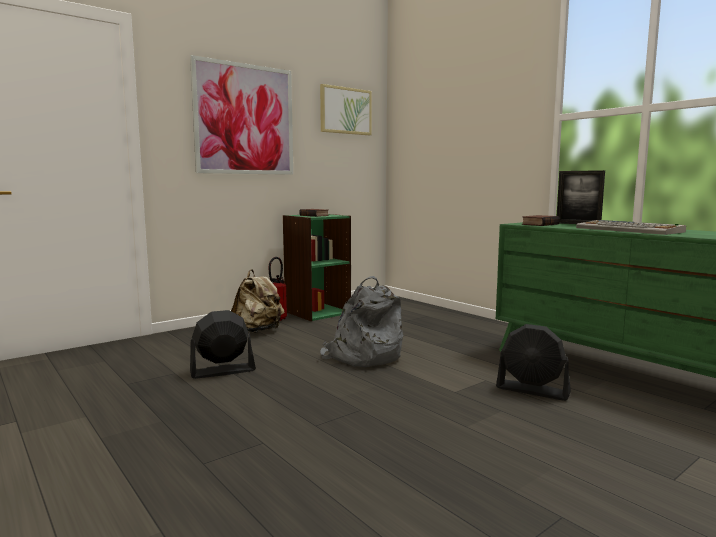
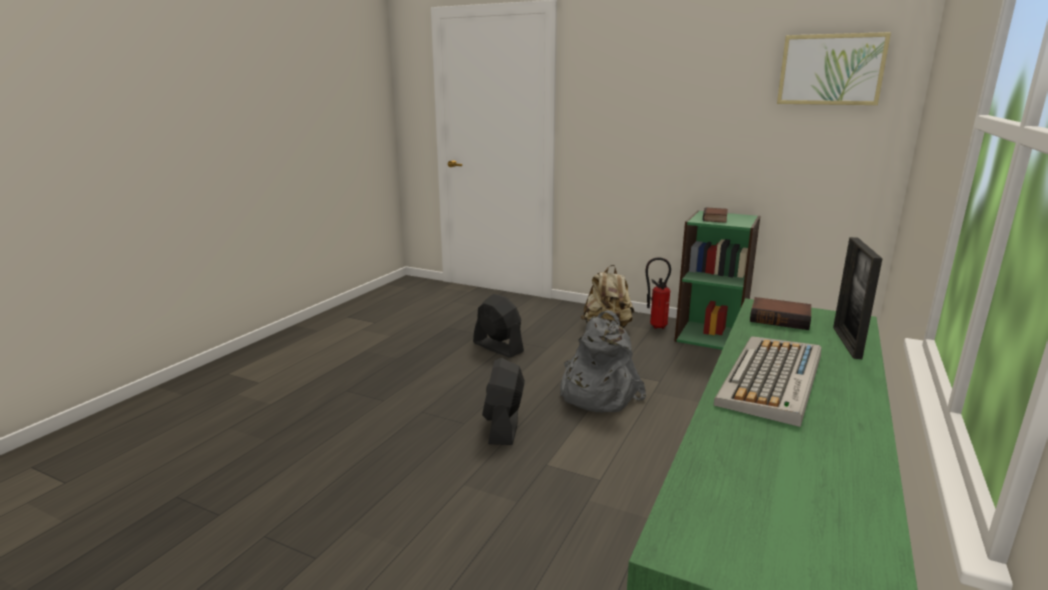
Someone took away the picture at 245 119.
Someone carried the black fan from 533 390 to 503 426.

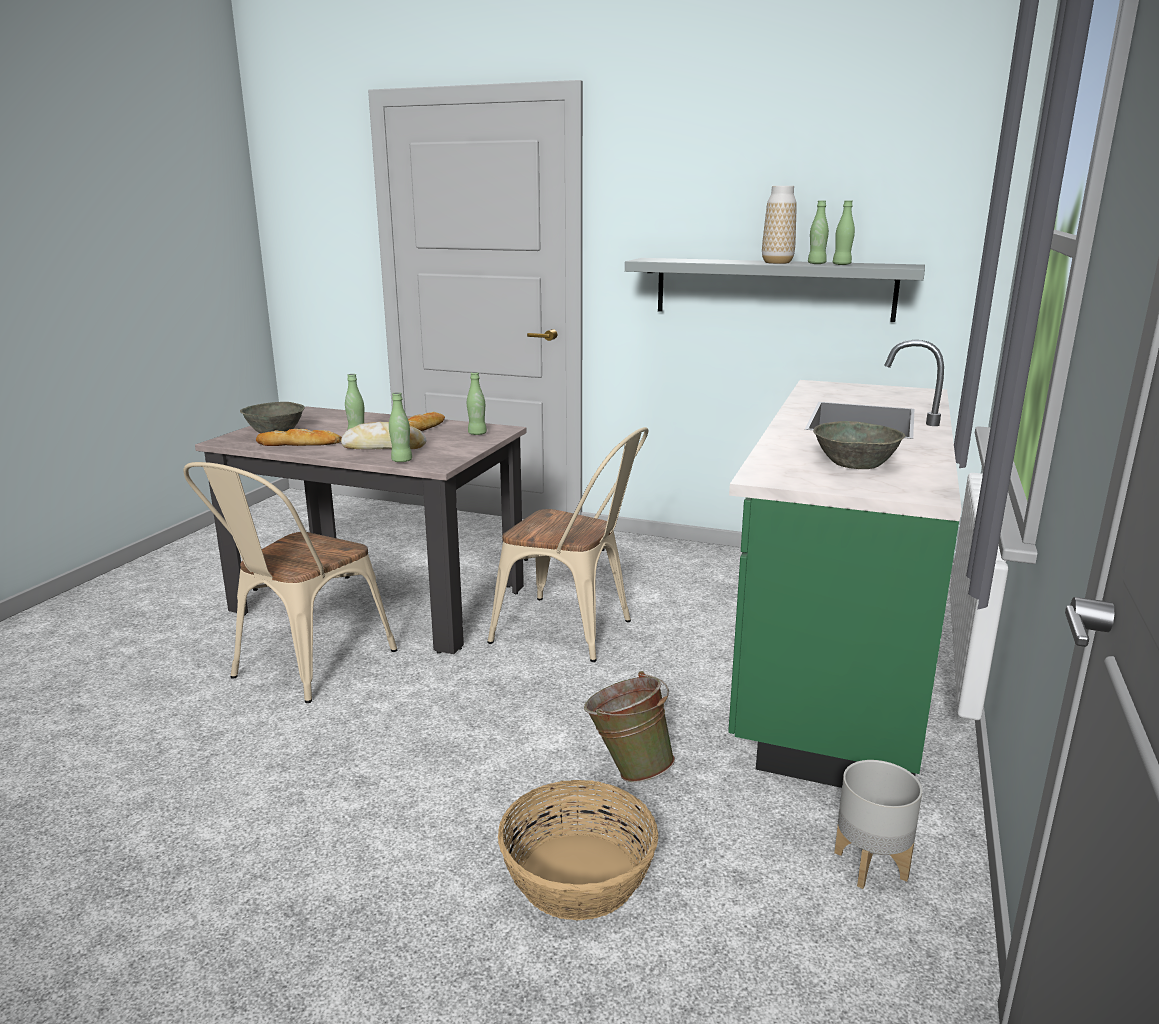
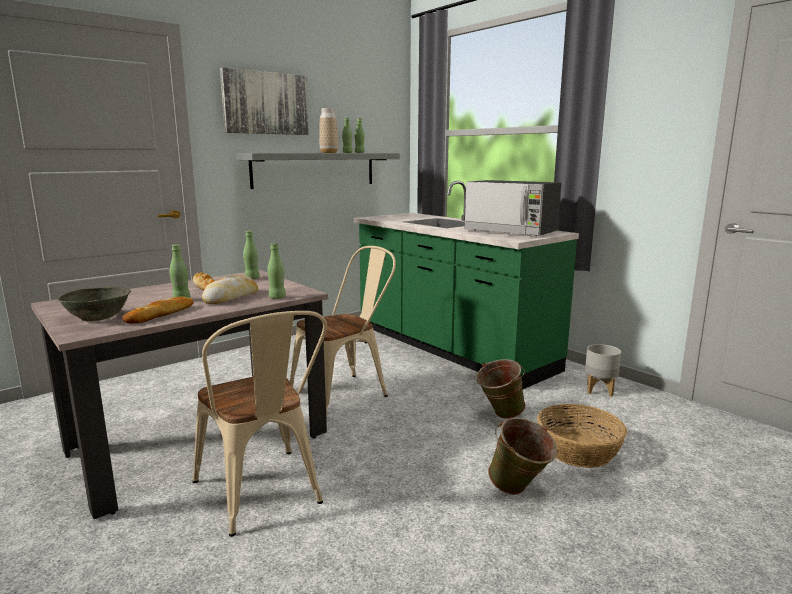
Someone swapped the grey bowl at 856 464 for the microwave at 511 231.
Someone put up the picture at 265 103.
Someone put down the green bucket at 519 491.

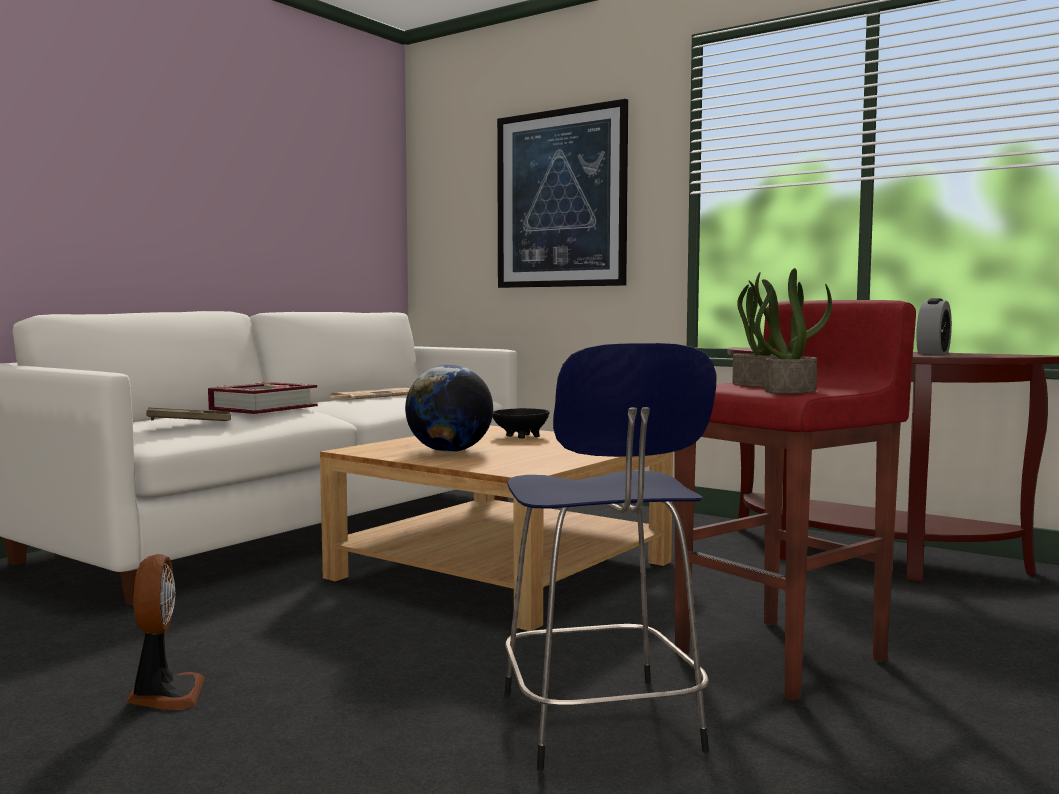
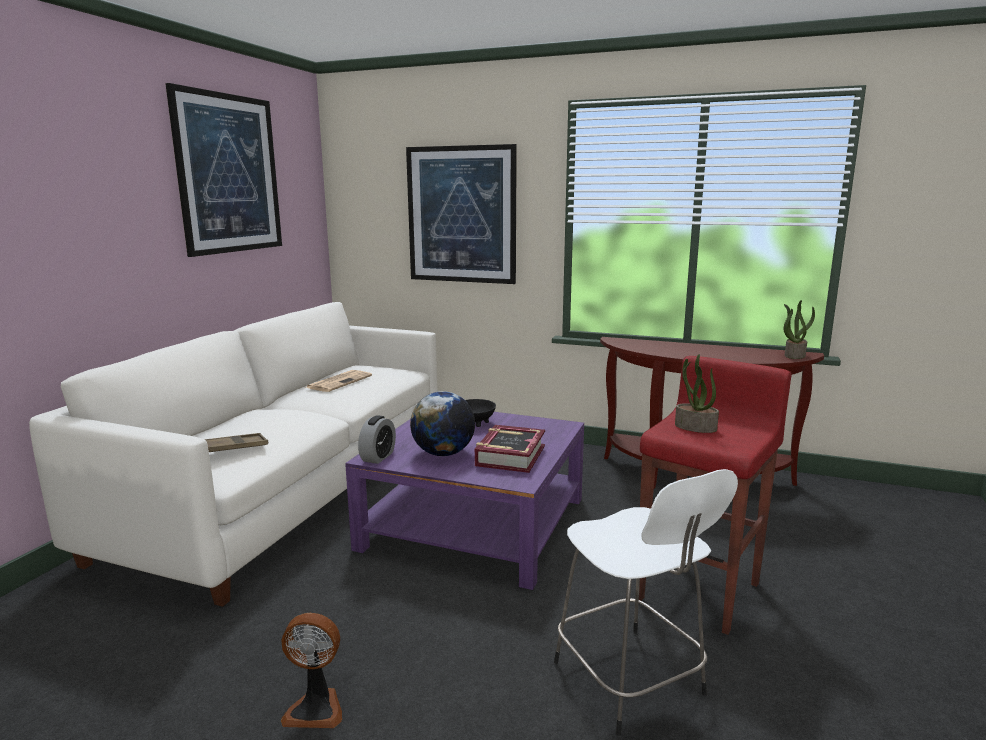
Someone carried the potted plant from 790 391 to 794 355.
Someone carried the alarm clock from 933 353 to 378 457.
Someone repainted the blue stool at 601 725, which became the white stool at 631 681.
Someone carried the book from 263 408 to 510 456.
Someone repainted the beige coffee table at 502 570, which became the purple coffee table at 475 523.
Someone rotated the fan at 164 695 by 120 degrees clockwise.
Someone put up the picture at 229 174.

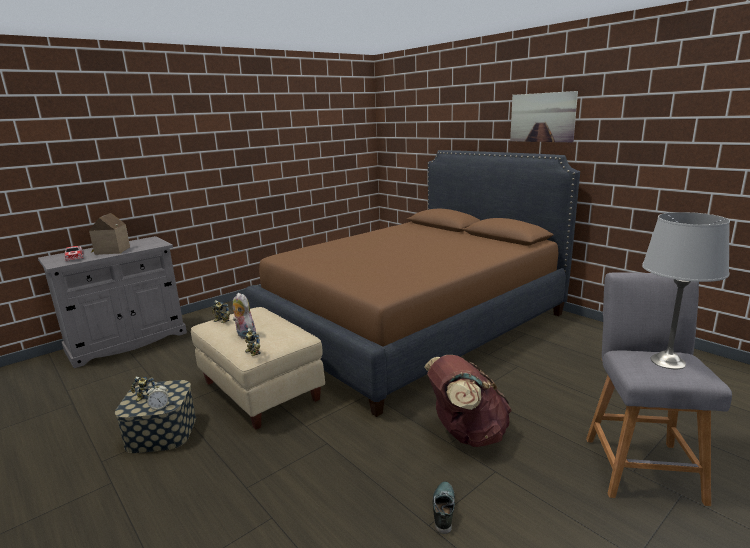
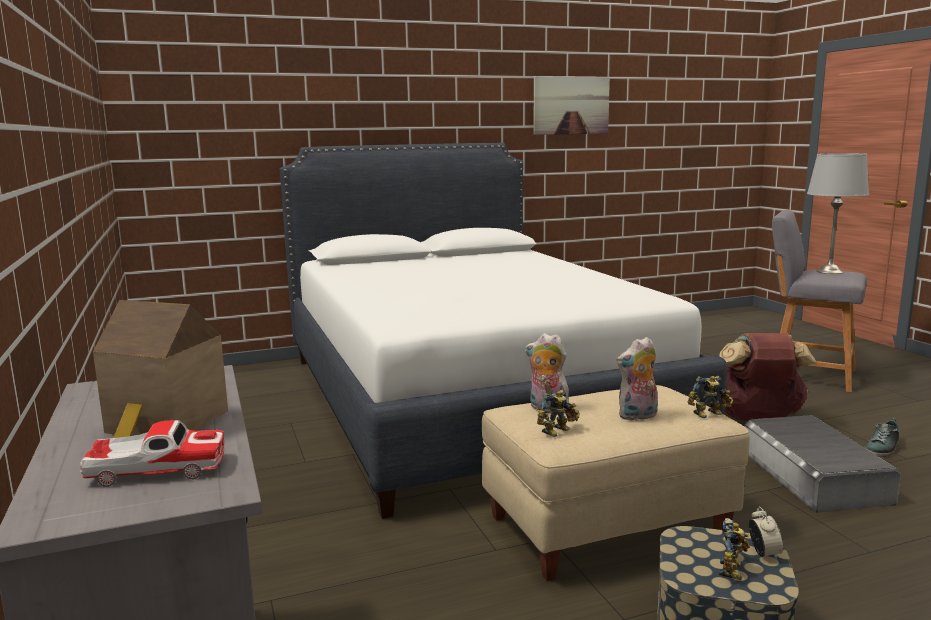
Someone carried the picture from 542 117 to 571 105.
Someone repainted the brown bed at 413 325, which became the white bed at 469 399.
Someone rotated the shoe at 443 509 by 75 degrees counterclockwise.
Someone put down the plush toy at 546 409.
Someone put down the grey storage box at 812 476.

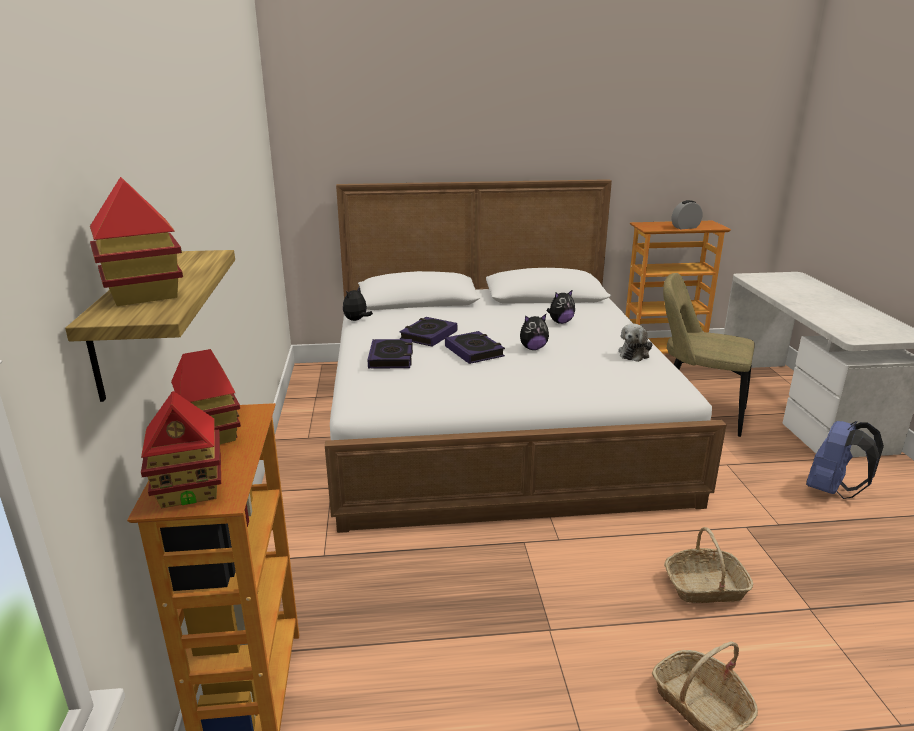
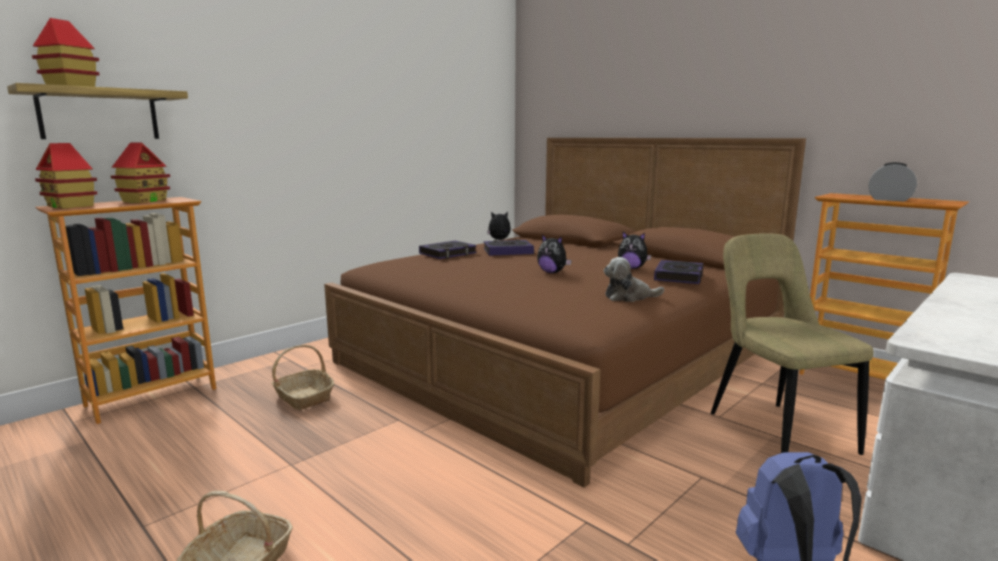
Someone repainted the white bed at 494 420, which became the brown bed at 560 356.
Someone carried the book from 474 351 to 679 277.
Someone carried the basket from 705 587 to 303 397.

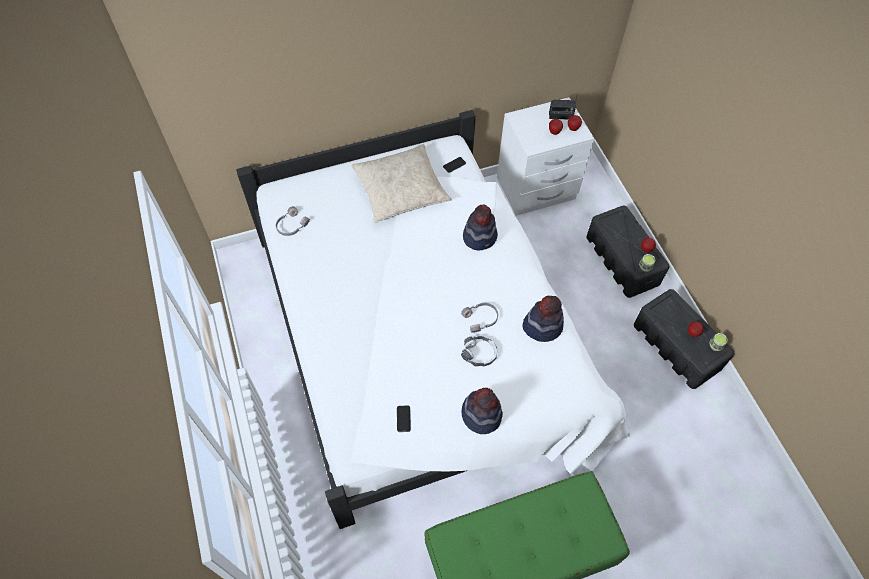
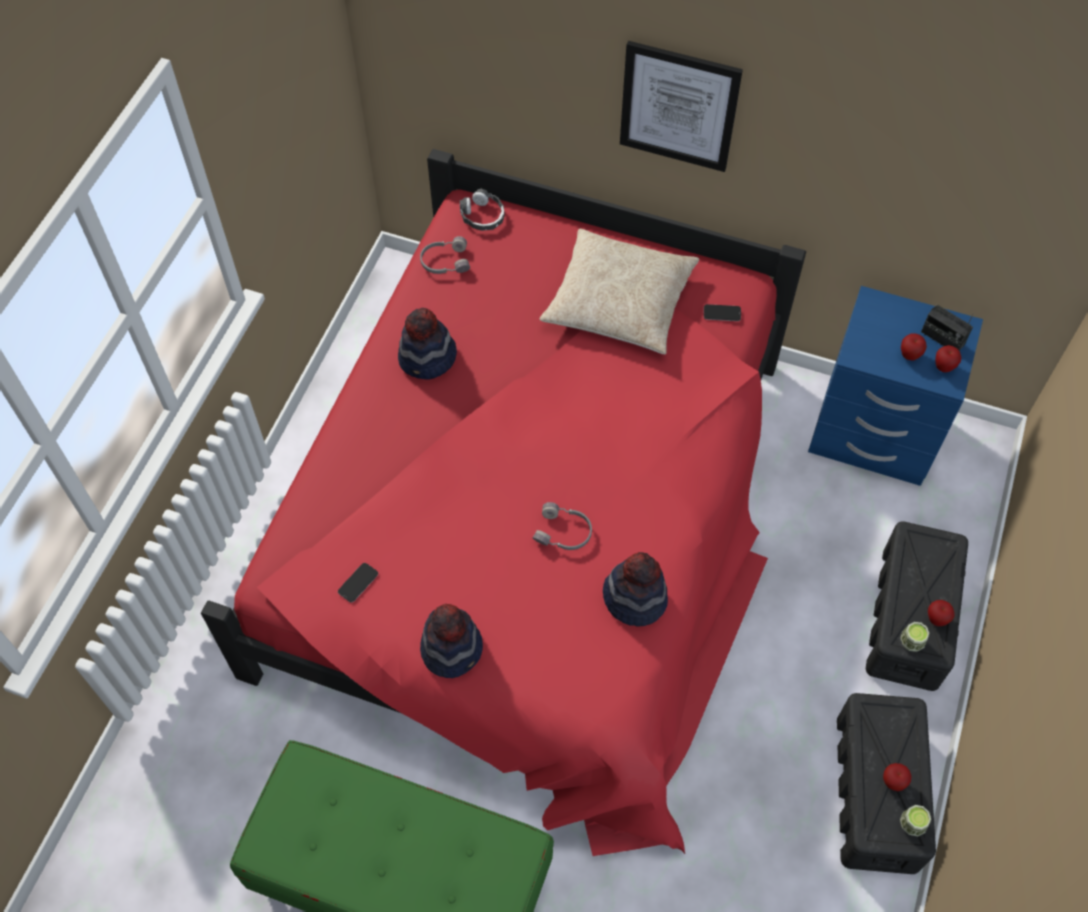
Someone repainted the white nightstand at 536 189, which became the blue nightstand at 873 435.
Someone repainted the white bed at 426 339, which became the red bed at 536 530.
Someone carried the hat from 480 237 to 428 359.
Someone carried the headphones from 479 353 to 482 216.
Someone put up the picture at 678 106.

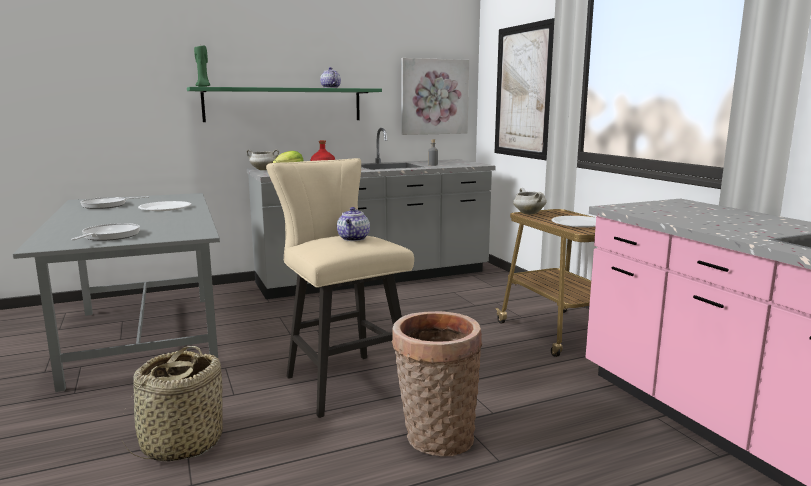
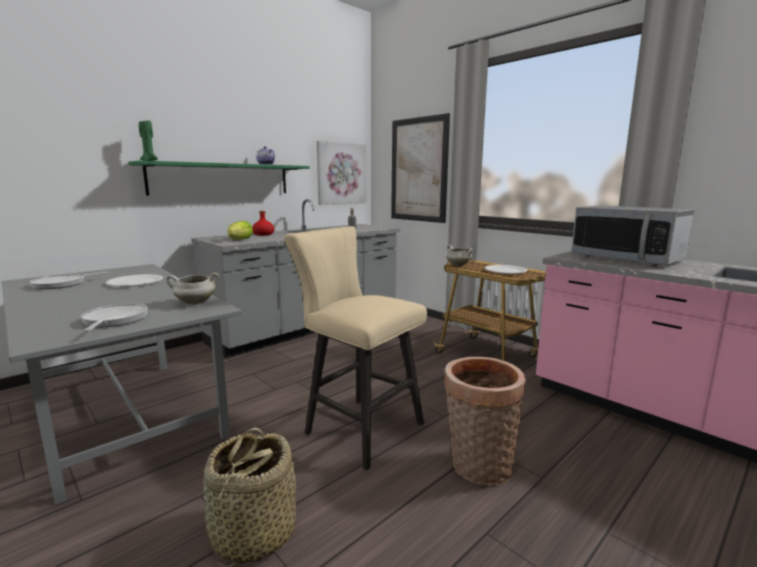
Someone carried the white cooking pot from 263 170 to 195 303.
Someone took away the teapot at 353 239.
Someone put down the microwave at 626 259.

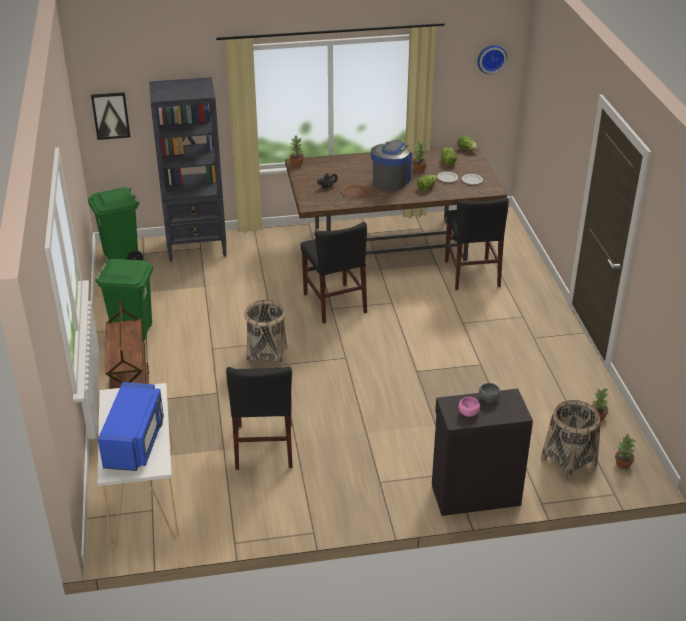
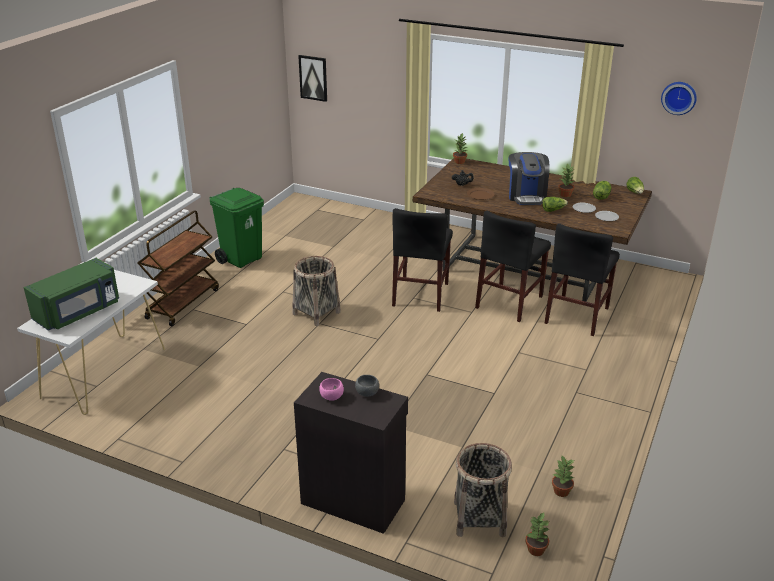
Someone took away the black bookcase at 197 247.
Someone rotated the coffee machine at 391 180 by 120 degrees clockwise.
Someone took away the green trash can at 122 257.
Someone carried the black chair from 264 446 to 509 302.
Someone repainted the blue microwave at 135 442, which became the green microwave at 78 312.

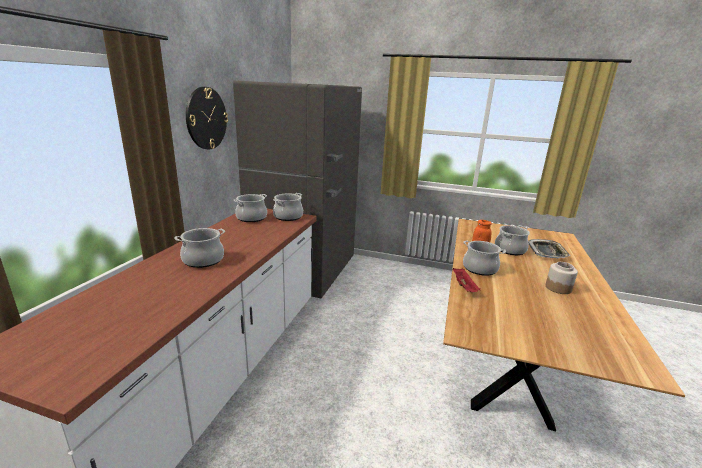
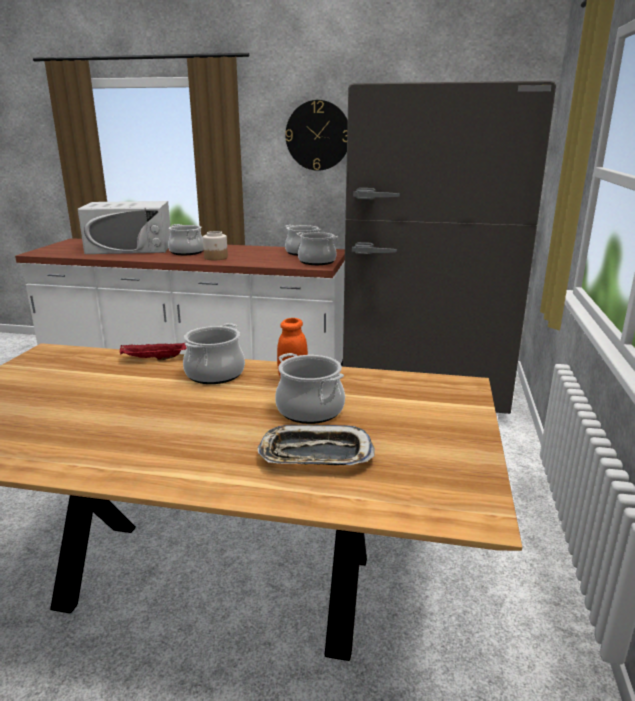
Someone carried the jar from 558 288 to 216 258.
Someone put down the white microwave at 130 248.

